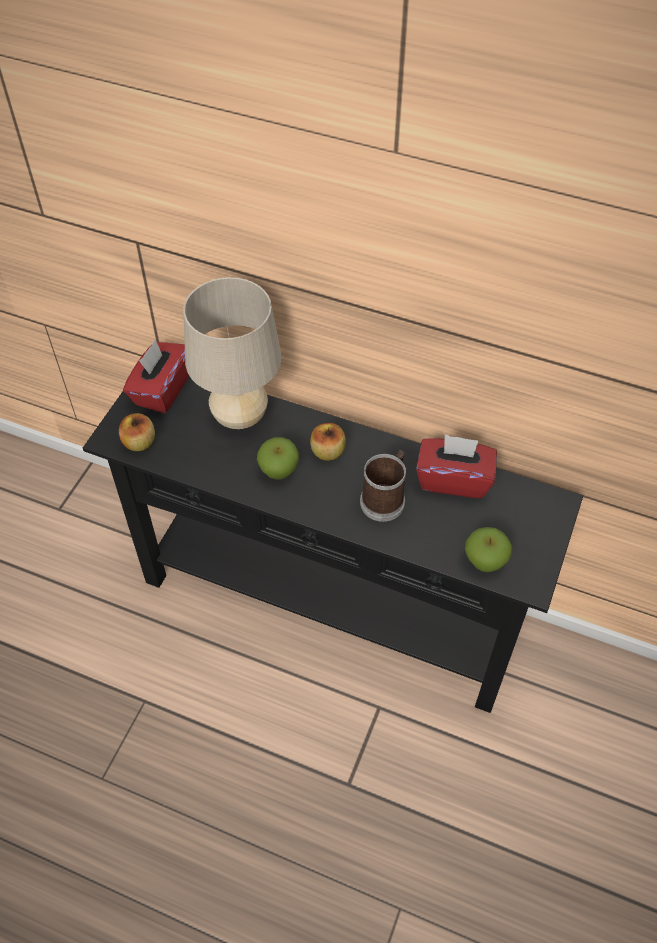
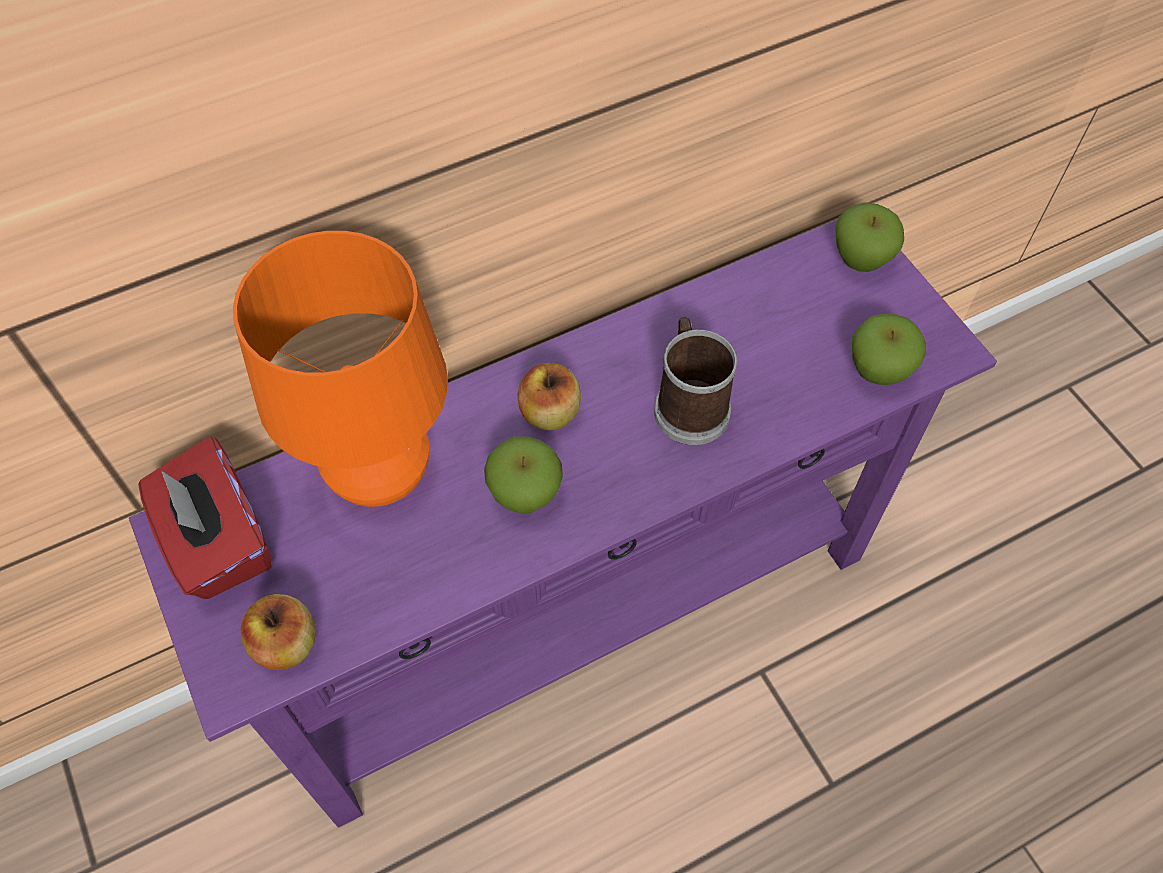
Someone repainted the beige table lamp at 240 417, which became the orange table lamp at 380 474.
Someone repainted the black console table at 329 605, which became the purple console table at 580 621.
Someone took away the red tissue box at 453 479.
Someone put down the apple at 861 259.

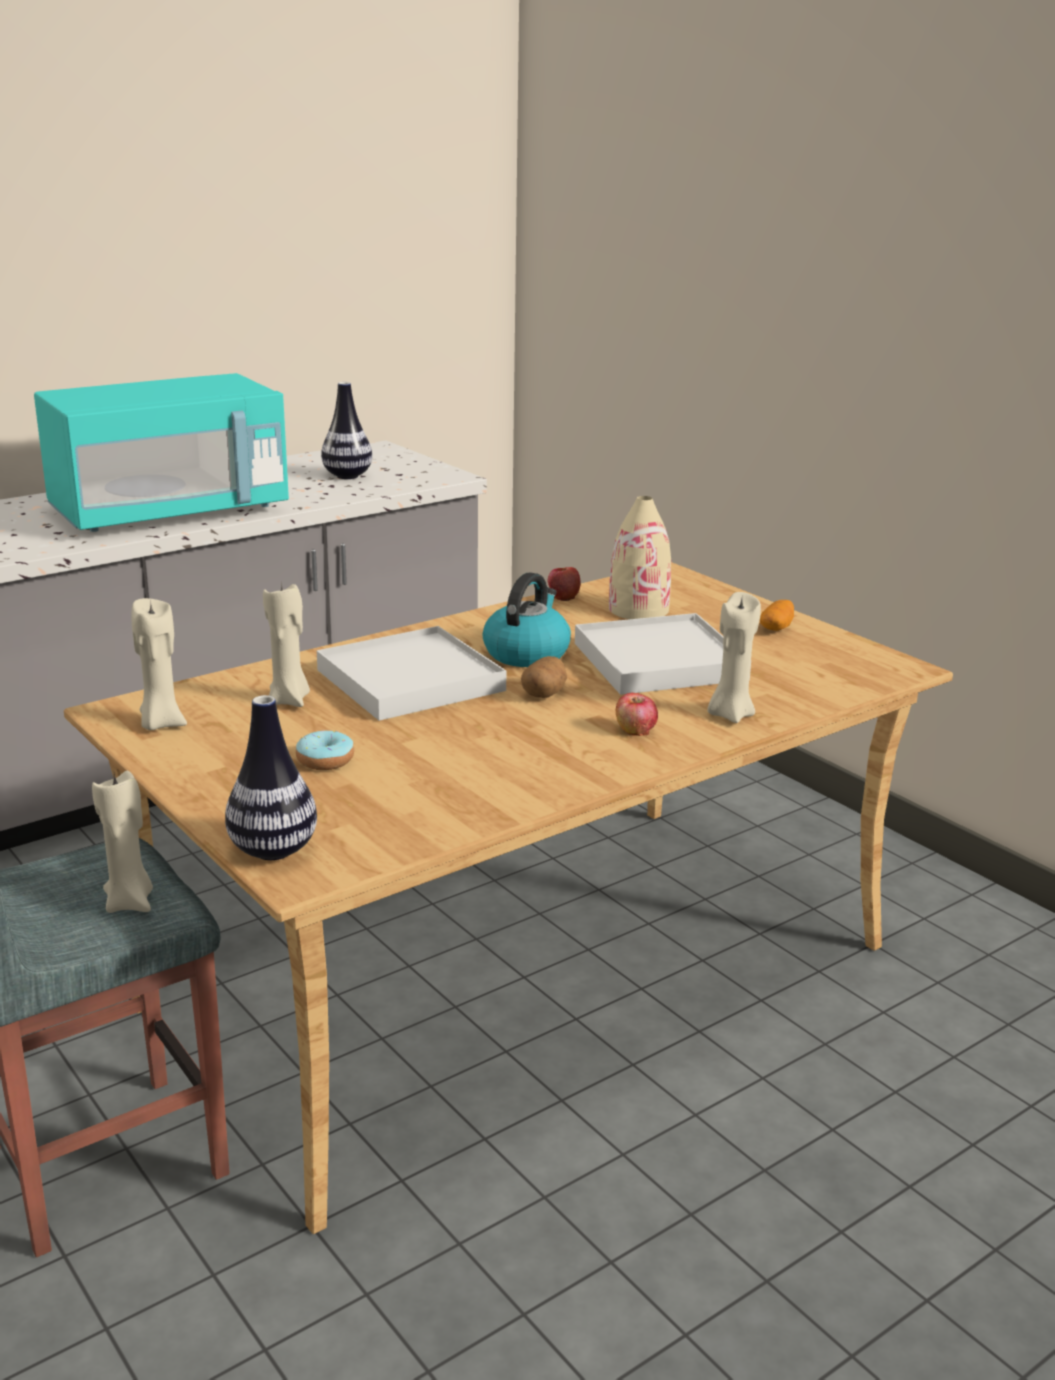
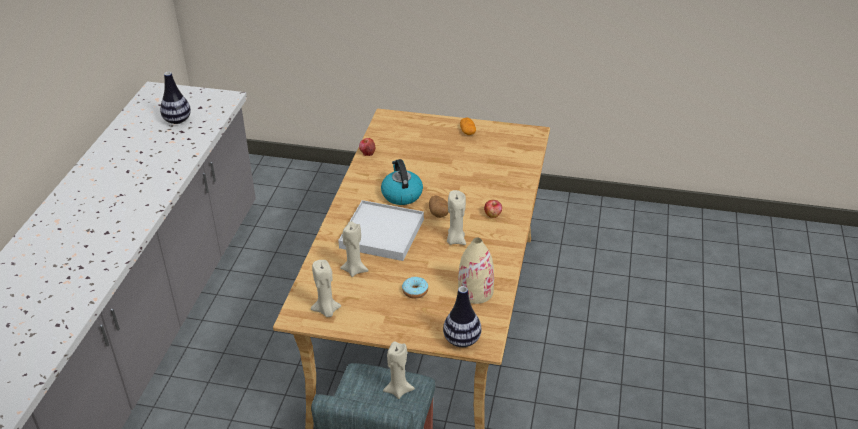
Someone took away the turquoise microwave at 170 513.
Someone carried the beige vase from 639 610 to 475 291.
Someone carried the beige candle from 730 714 to 455 240.
Someone took away the white tray at 658 661.

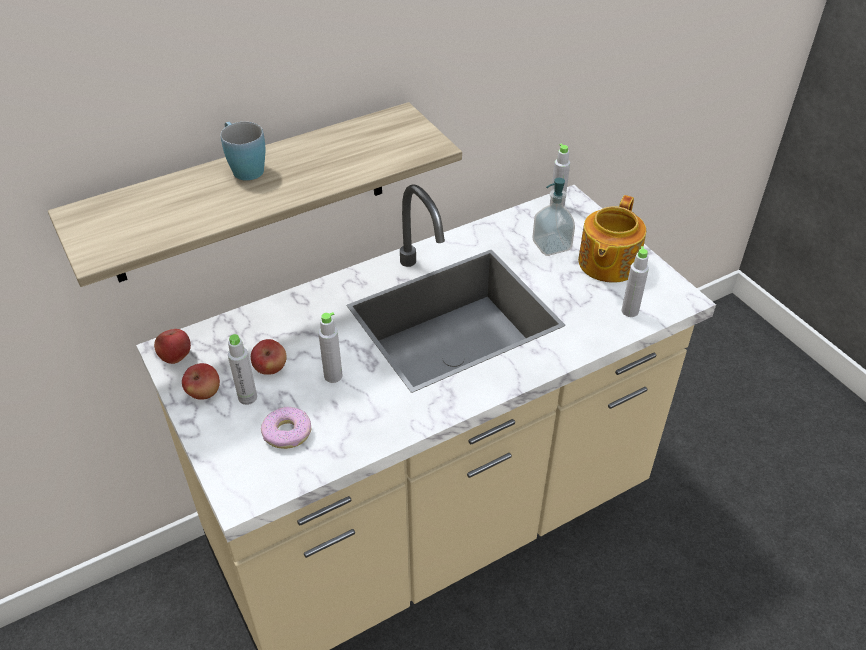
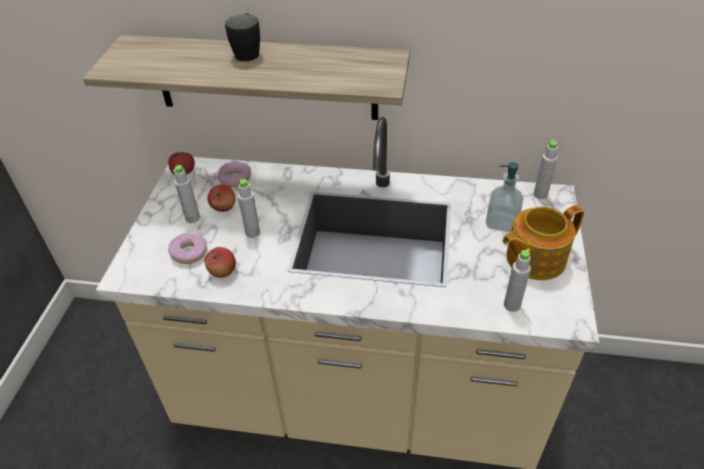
Someone repainted the blue mug at 244 167, which became the black mug at 247 52.
Someone carried the apple from 204 393 to 222 272.
Someone put down the donut at 235 178.

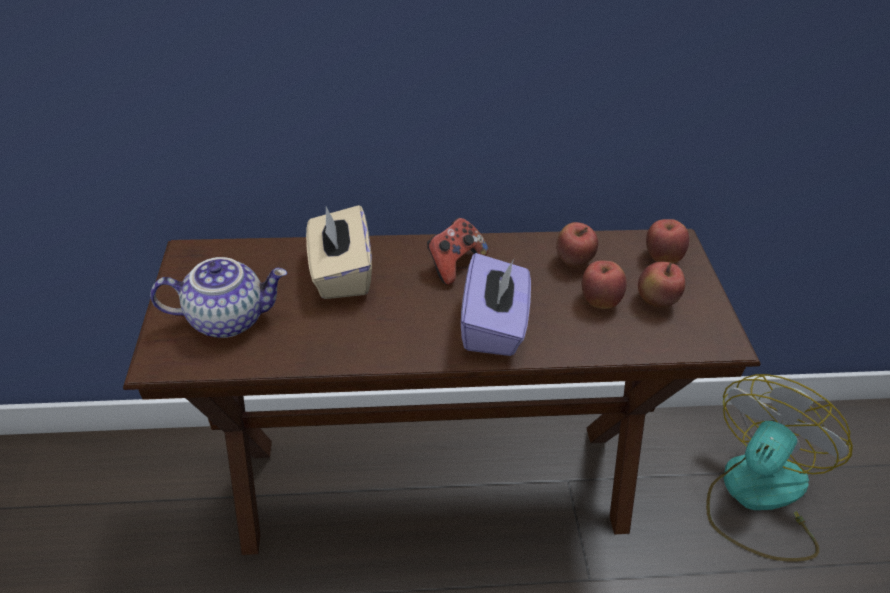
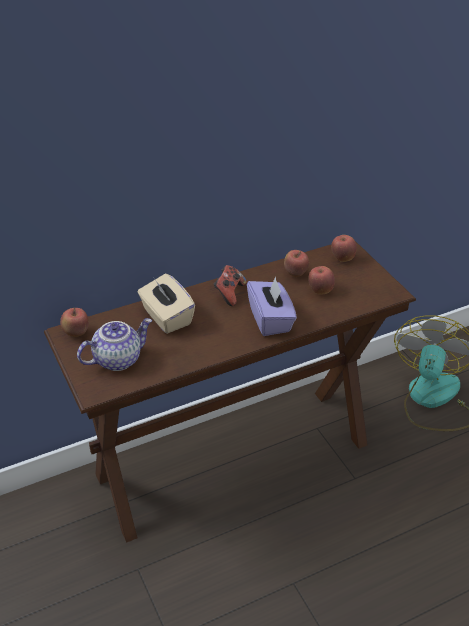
Someone carried the apple from 655 301 to 76 333.

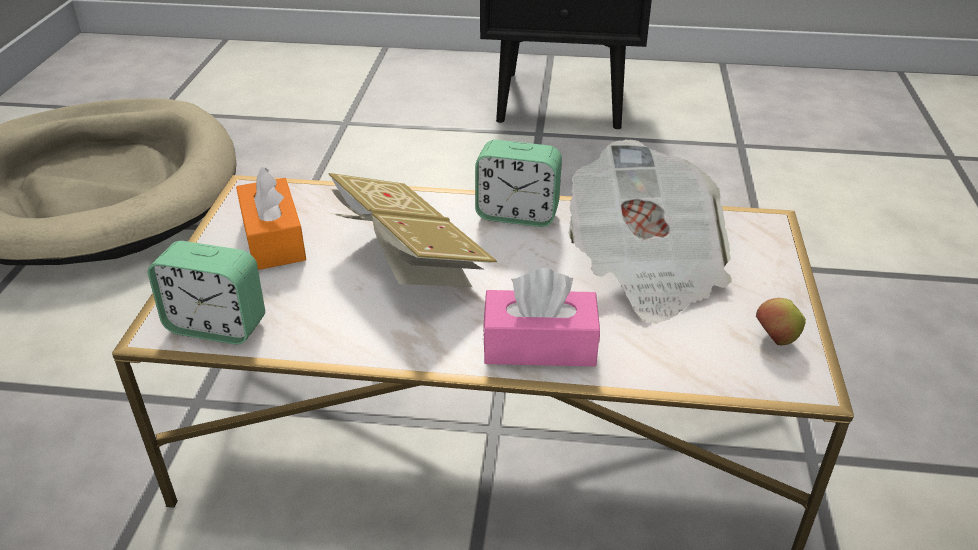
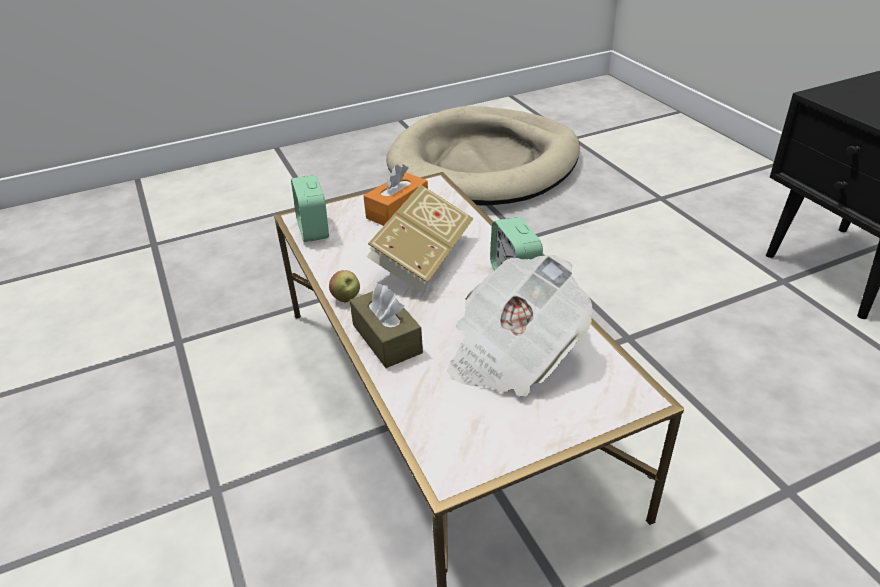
Someone repainted the pink tissue box at 539 346, which became the brown tissue box at 387 339.
Someone carried the apple from 775 339 to 346 298.

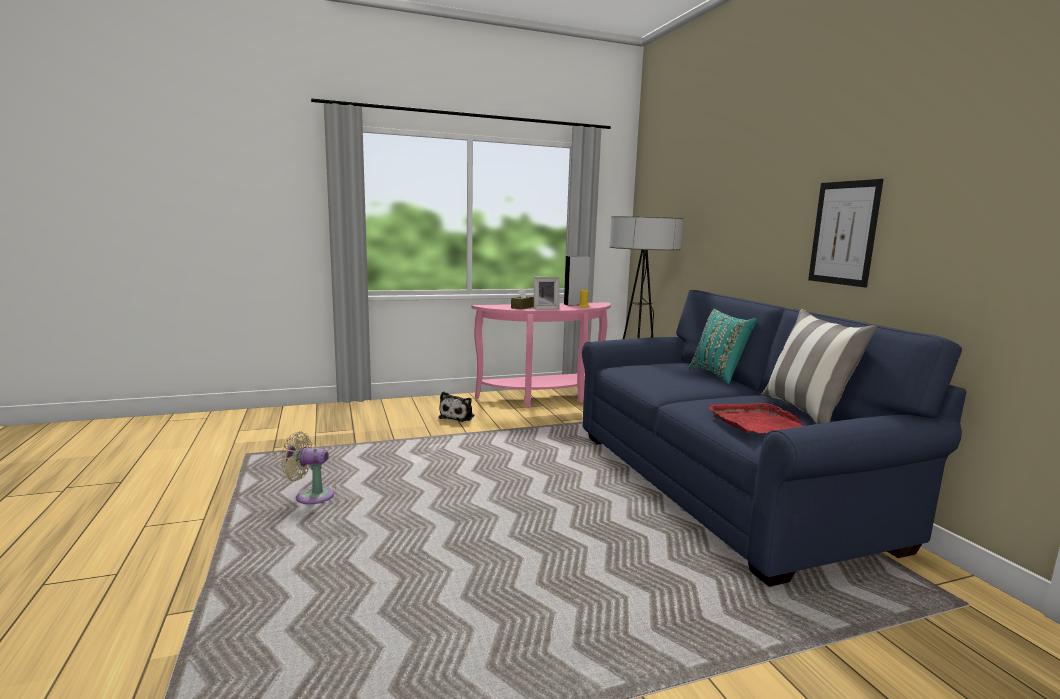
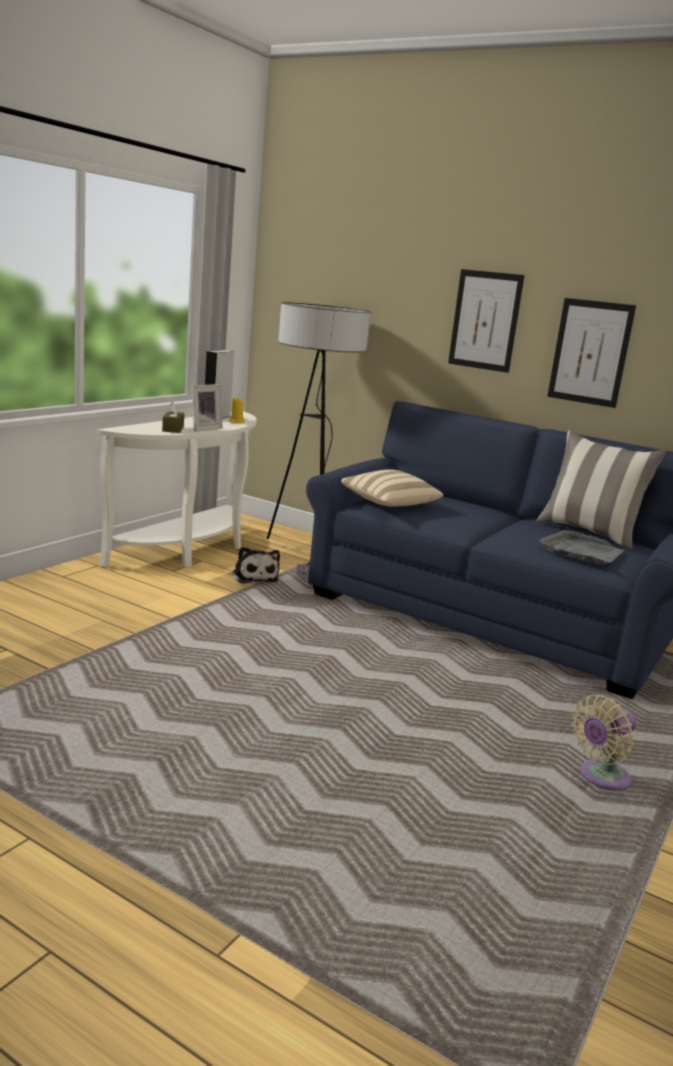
Someone repainted the pink console table at 546 398, which became the white console table at 190 550.
Someone took away the turquoise pillow at 719 375.
Someone carried the plush toy from 458 416 to 254 577.
Someone repainted the red tray at 755 422, which became the grey tray at 581 551.
Someone carried the beige fan from 310 496 to 600 778.
Someone put up the picture at 485 320.
Someone put down the beige pillow at 387 503.

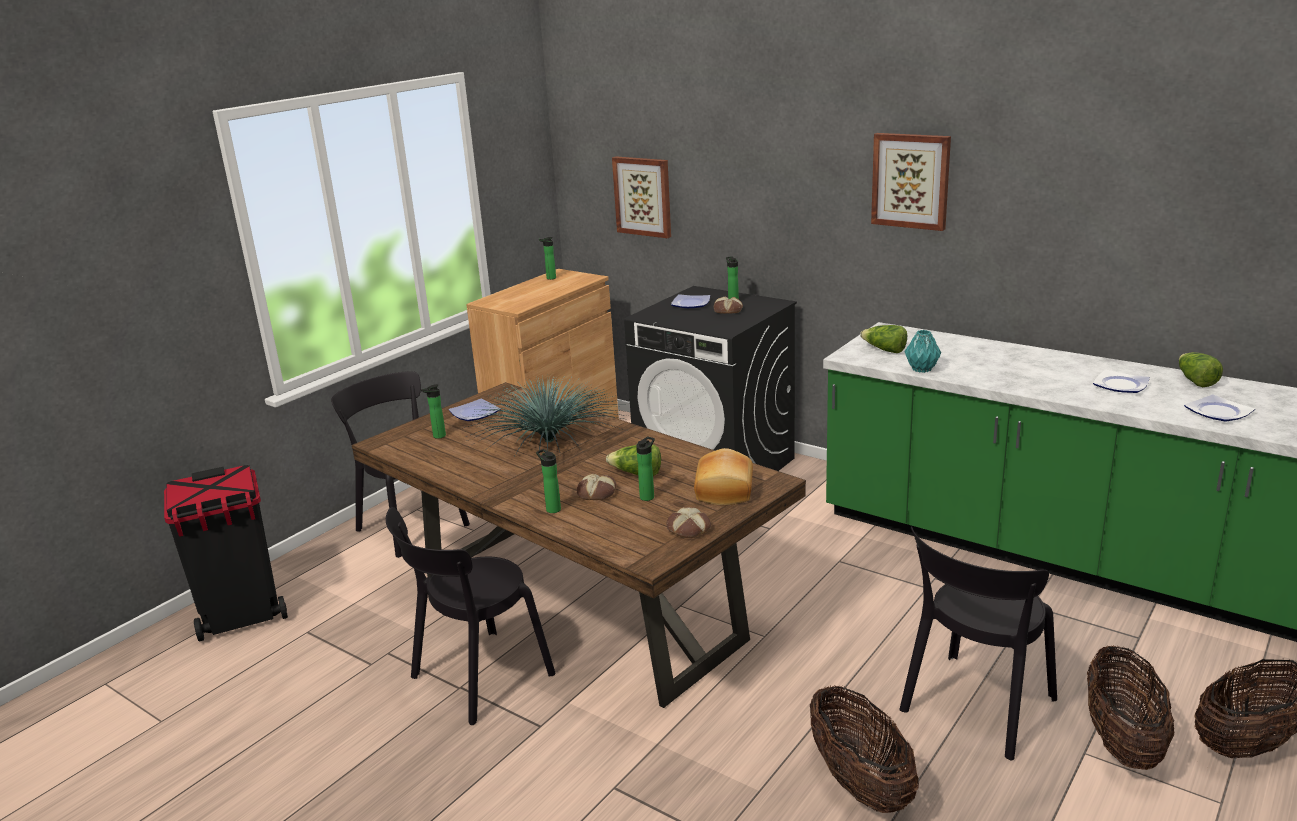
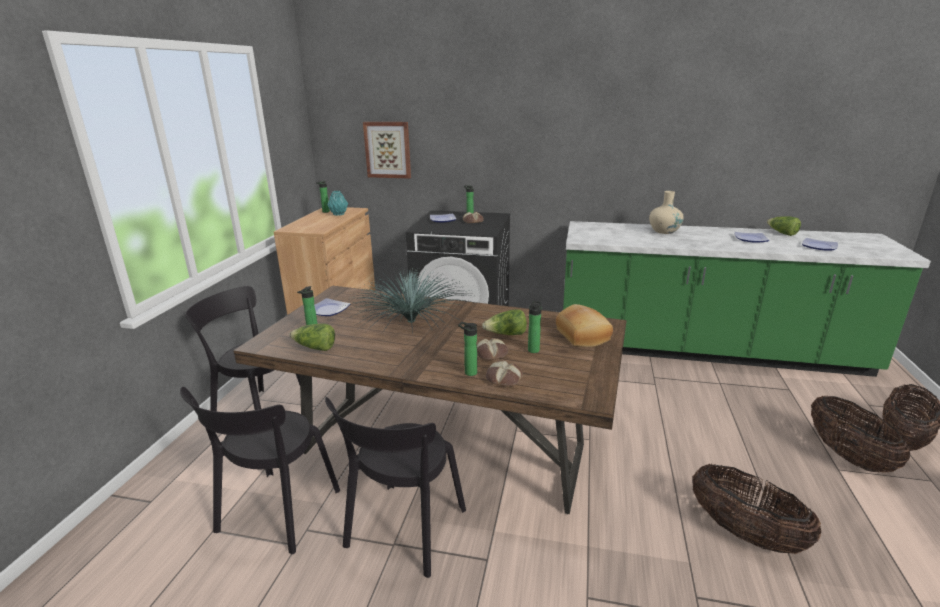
Someone took away the picture at 911 180.
Someone carried the lettuce from 884 350 to 315 348.
Someone carried the turquoise vase from 921 369 to 338 214.
Someone took away the black trash can at 243 617.
Someone carried the bread from 688 529 to 503 379.
Someone carried the black chair from 975 708 to 276 514.
Someone put down the beige vase at 664 231.

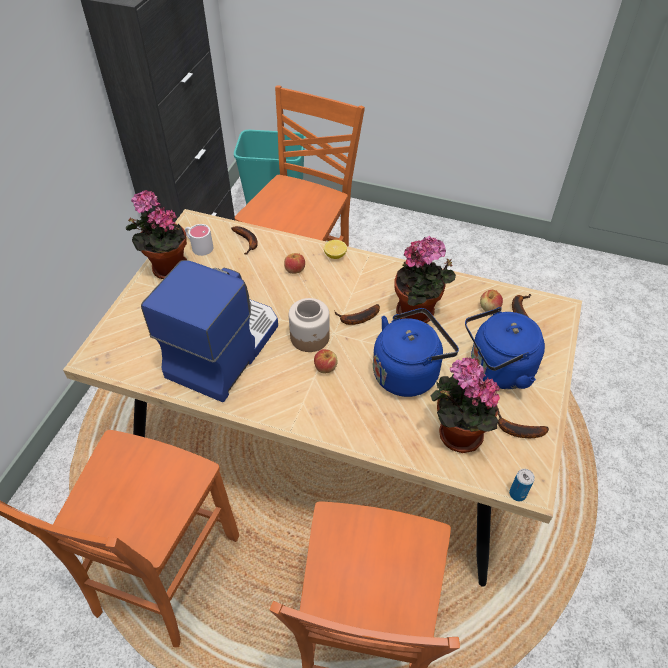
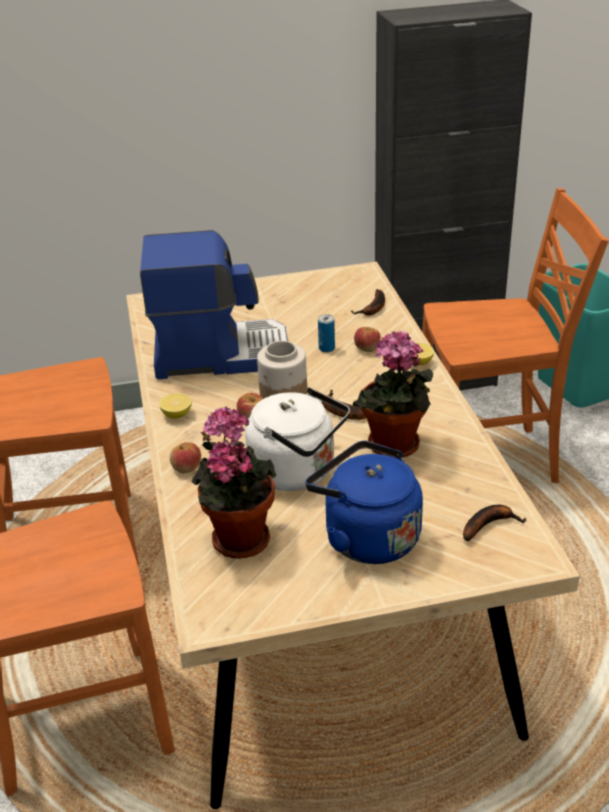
Someone took away the potted plant at 167 268.
Someone took away the white mug at 199 246.
Someone carried the apple from 489 308 to 186 468.
Someone repainted the blue kettle at 408 372, which became the white kettle at 298 472.
Someone took away the banana at 516 430.
Someone carried the can from 517 494 to 326 348.
Someone put down the lemon at 177 415.

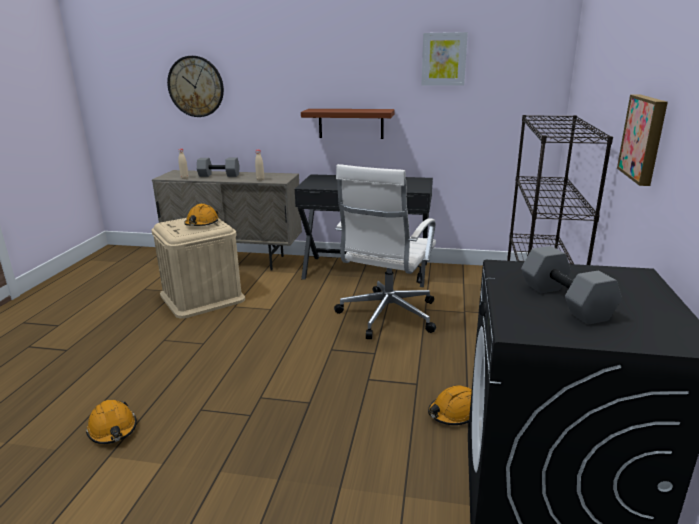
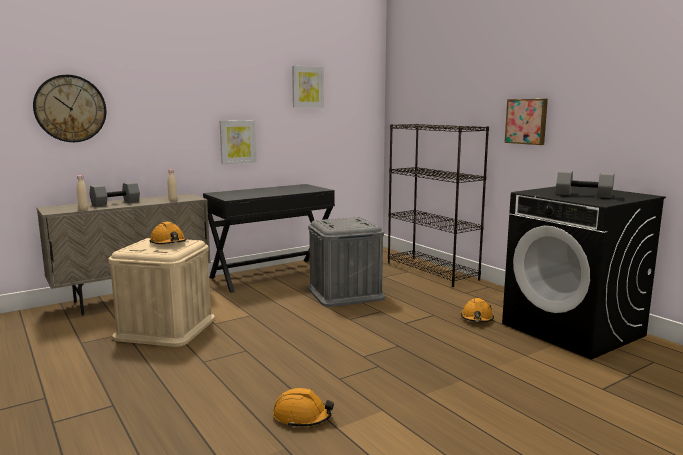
Someone swapped the brown shelf at 351 123 for the picture at 237 141.
Someone swapped the white office chair at 386 316 for the grey storage box at 345 293.

